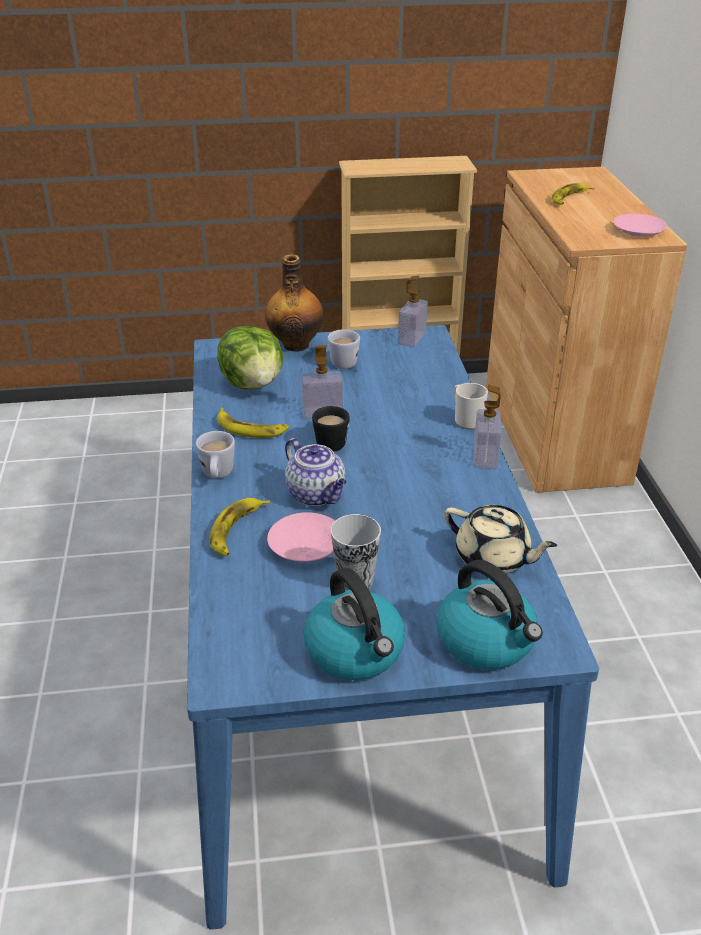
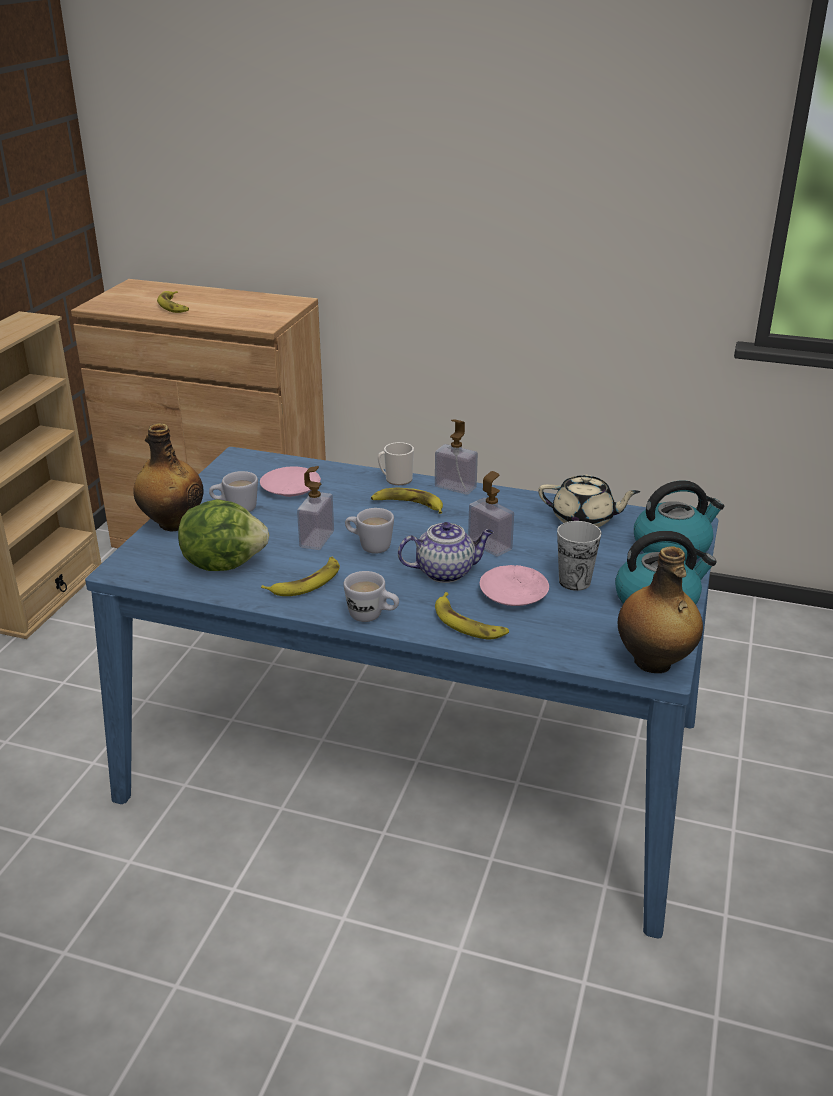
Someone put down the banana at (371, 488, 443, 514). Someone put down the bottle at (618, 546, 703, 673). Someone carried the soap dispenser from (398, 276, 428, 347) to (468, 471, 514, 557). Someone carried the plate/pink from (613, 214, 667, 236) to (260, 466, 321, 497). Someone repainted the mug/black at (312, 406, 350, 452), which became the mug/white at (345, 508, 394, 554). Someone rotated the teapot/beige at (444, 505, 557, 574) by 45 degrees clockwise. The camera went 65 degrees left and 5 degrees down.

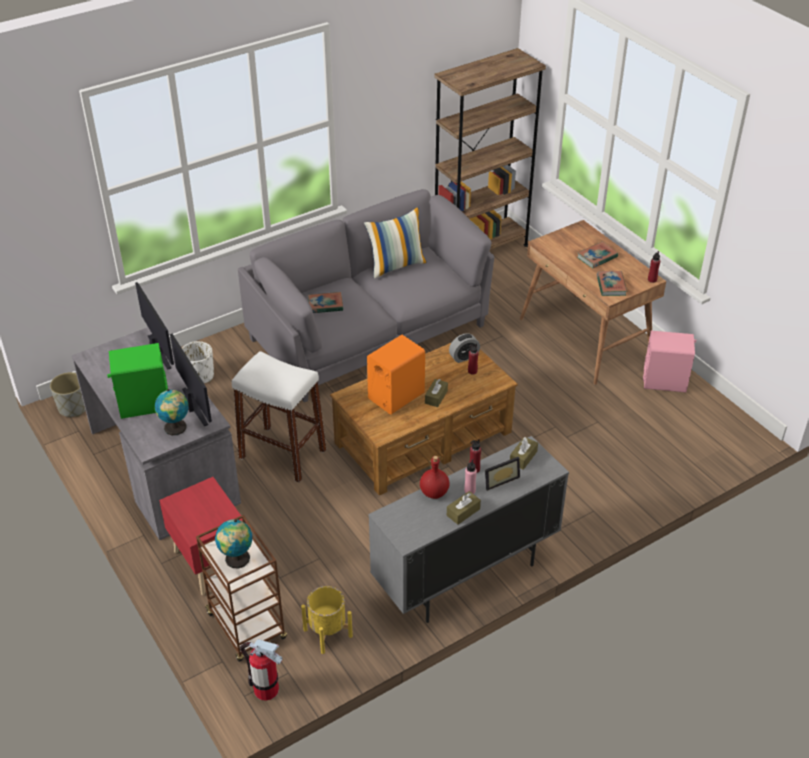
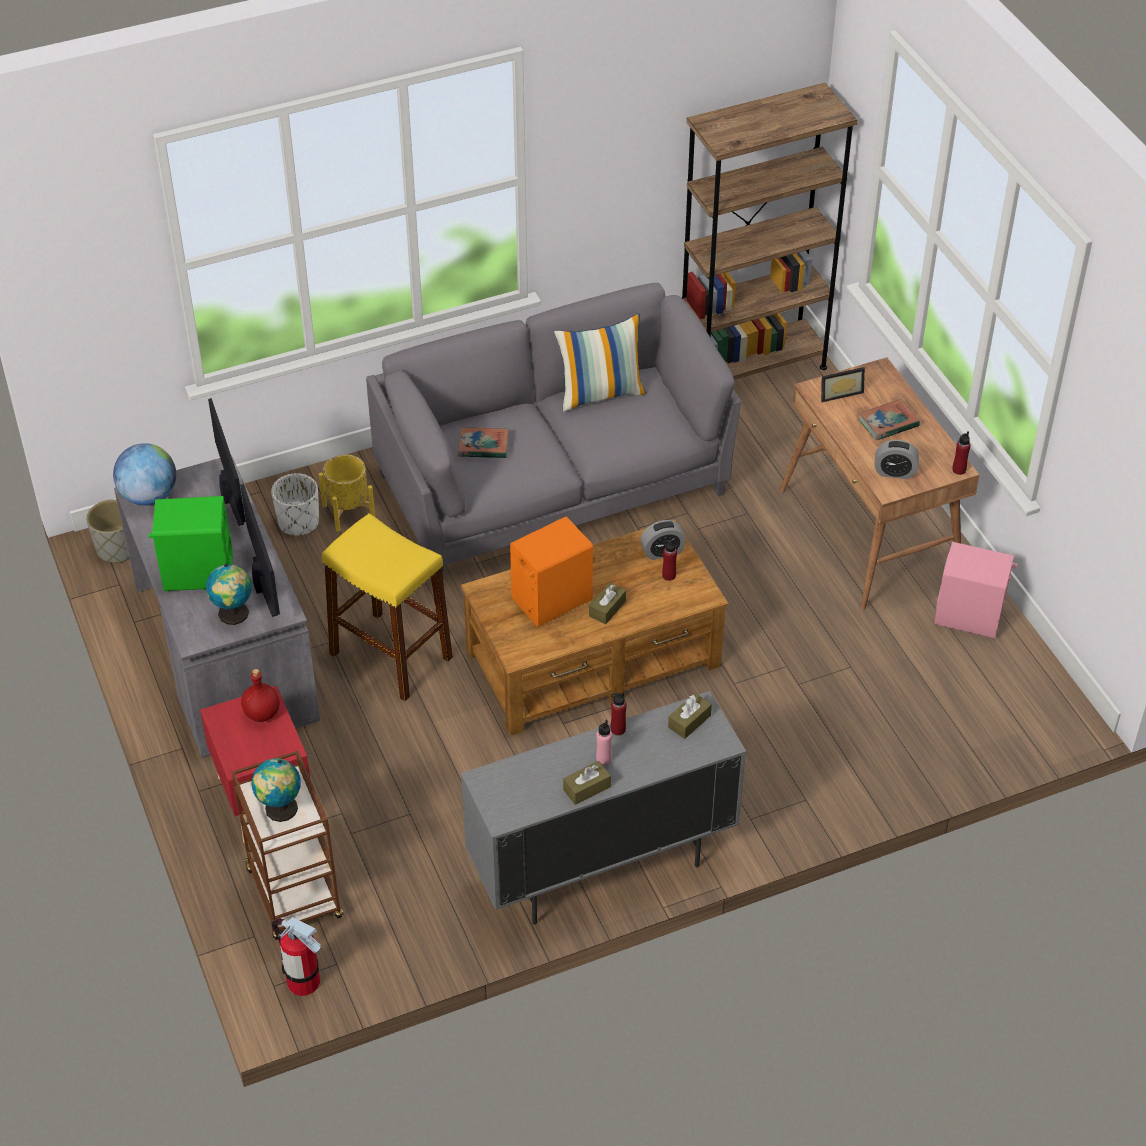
Someone put down the globe at (113, 443, 176, 505). Someone carried the planter/yellow from (301, 586, 353, 654) to (319, 454, 375, 532). Someone carried the bottle/red from (420, 456, 449, 499) to (241, 669, 280, 722). Someone carried the picture frame from (485, 457, 520, 491) to (821, 367, 865, 402). Someone swapped the book at (596, 271, 627, 296) for the alarm clock at (875, 440, 919, 479). Someone repainted the stool/white at (232, 351, 326, 482), which became the stool/yellow at (322, 513, 453, 701). The camera went 10 degrees right and 5 degrees up.

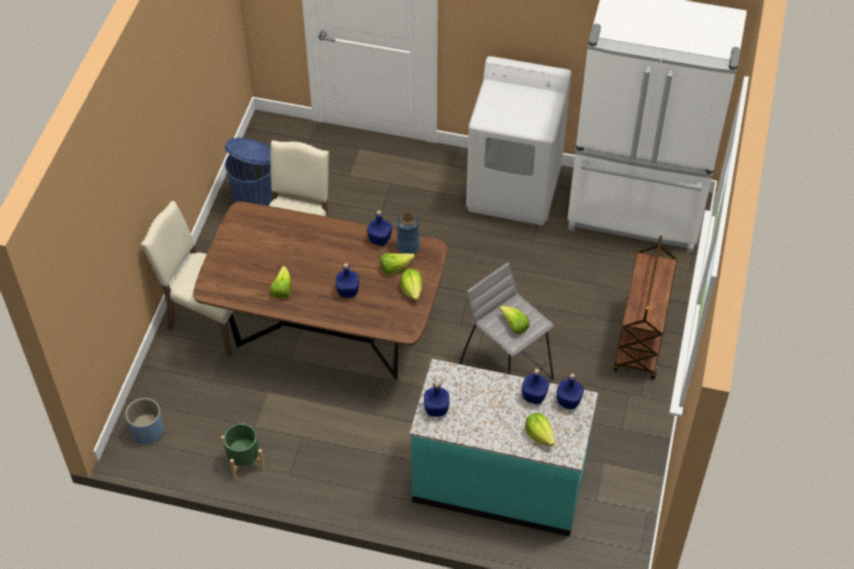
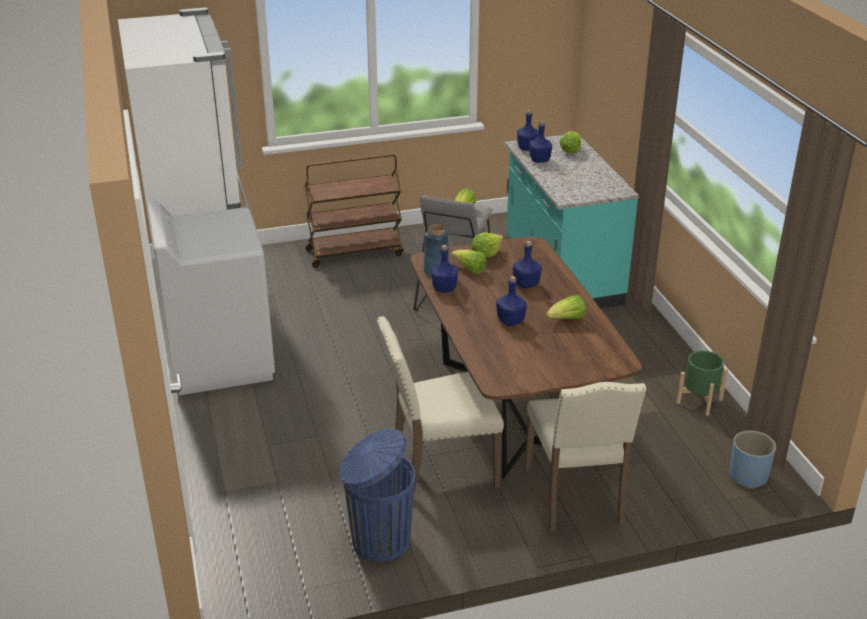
Someone carried the bottle/blue from (424, 382, 449, 417) to (496, 276, 527, 326). The camera went 120 degrees left and 20 degrees down.

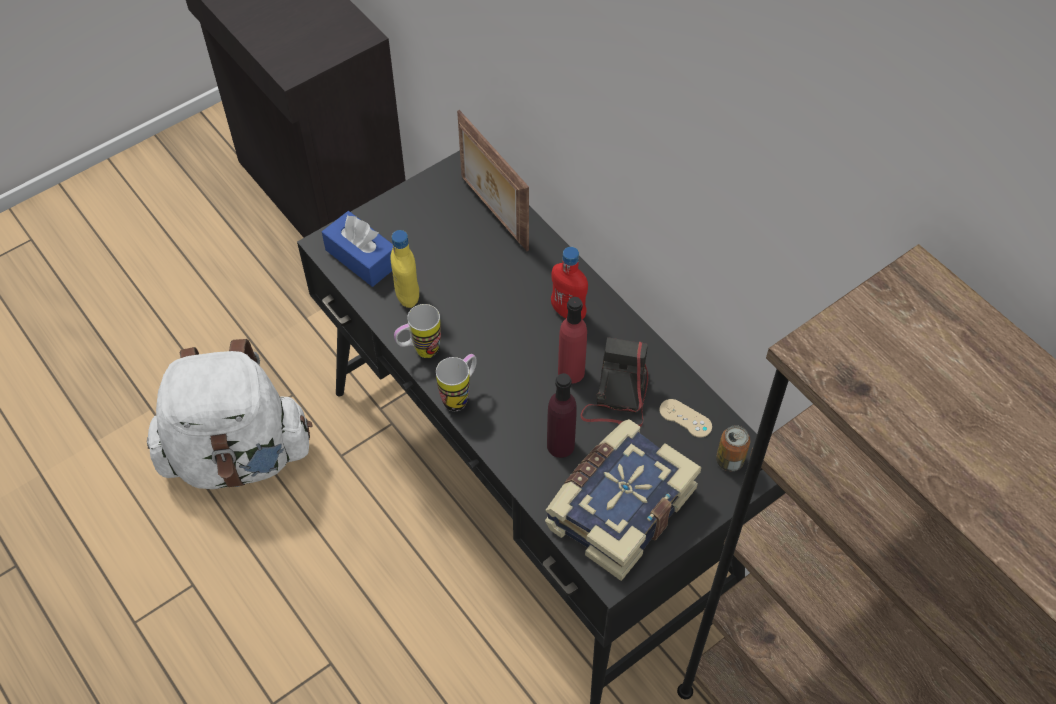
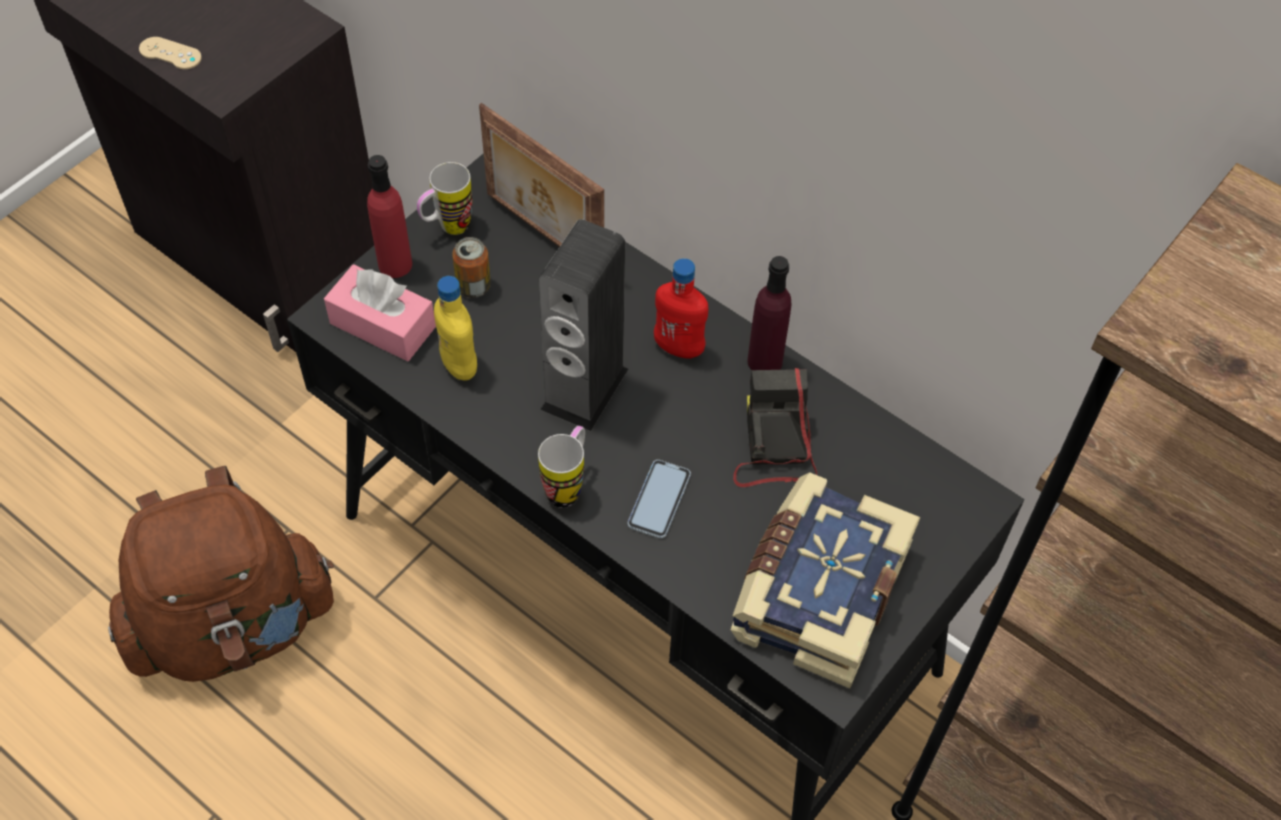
Someone put down the speaker at (539, 219, 628, 431). Someone put down the phone at (628, 460, 691, 538). Someone carried the mug from (394, 304, 441, 358) to (417, 162, 472, 235). Someone carried the bottle/purple from (547, 373, 577, 458) to (747, 256, 792, 370). Someone carried the bottle/red from (558, 297, 587, 384) to (367, 155, 412, 278). Someone carried the game controller/beige from (659, 399, 712, 438) to (139, 37, 202, 69). Someone carried the can from (716, 425, 750, 471) to (452, 237, 491, 298). Someone repainted the backpack/white at (147, 339, 312, 489), which became the backpack/brown at (108, 466, 334, 682). Someone repainted the tissue box/blue at (322, 211, 393, 287), which became the tissue box/pink at (324, 264, 436, 361). The camera went 15 degrees left and 0 degrees up.

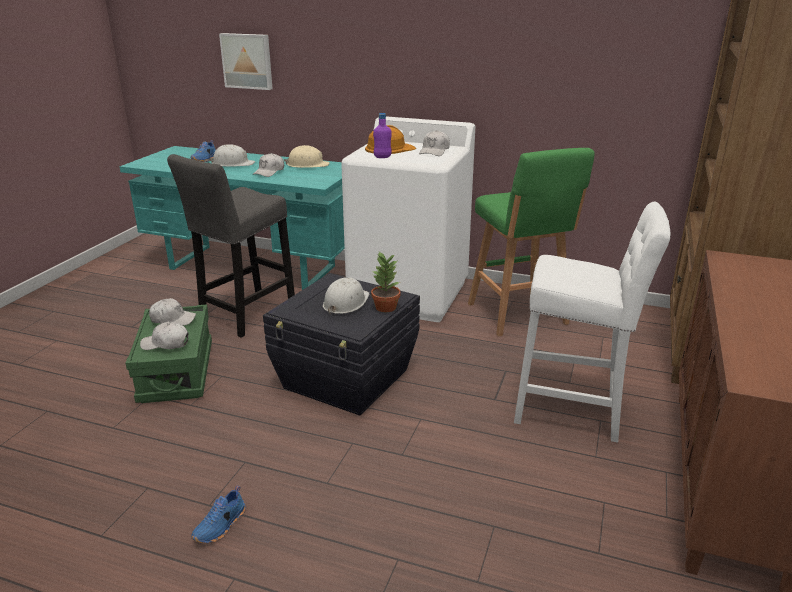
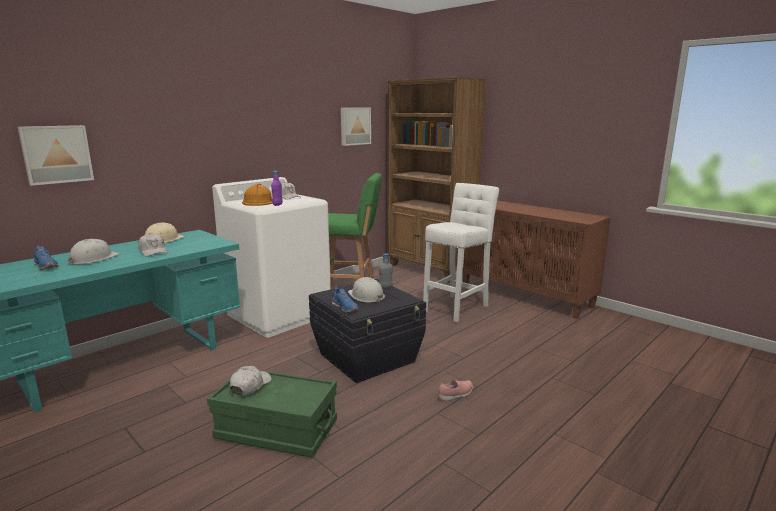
Someone took away the cap/white at (140, 322, 189, 350). Someone took away the stool/grey at (167, 154, 295, 338). Someone put up the picture at (341, 108, 371, 146). Someone put down the shoe/pink at (439, 380, 473, 401). Someone carried the shoe/blue from (192, 486, 246, 544) to (332, 286, 359, 313). Someone swapped the potted plant at (371, 252, 401, 312) for the bottle/grey at (379, 253, 393, 289). The camera went 65 degrees left and 10 degrees down.

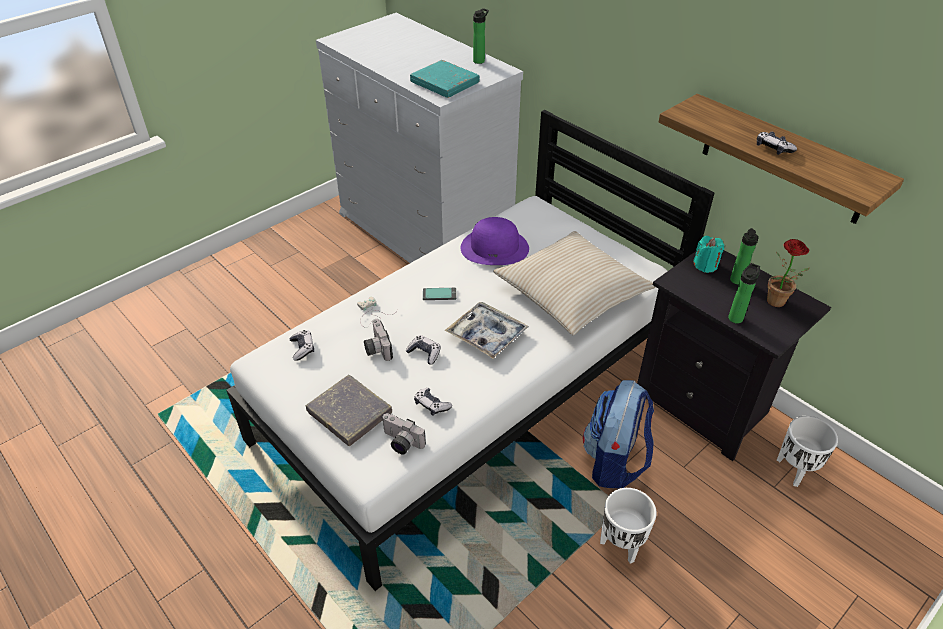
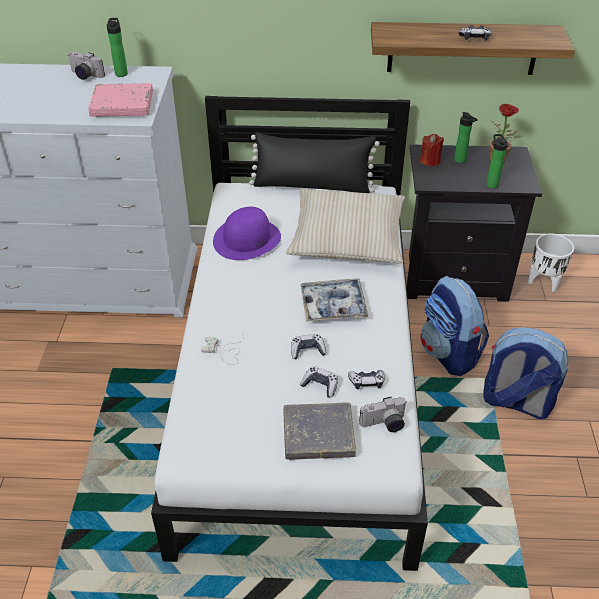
Someone took away the phone at (423, 288, 456, 300). Someone put down the pillow/black at (249, 132, 380, 193). Someone carried the game controller from (290, 330, 314, 361) to (300, 366, 338, 398). Someone carried the photo camera from (364, 319, 393, 361) to (68, 52, 105, 80). Someone swapped the planter/white at (600, 488, 657, 564) for the backpack at (483, 327, 569, 419). Someone repainted the book/turquoise at (410, 60, 480, 98), which became the book/pink at (88, 83, 153, 117). Someone repainted the candle/turquoise at (693, 236, 725, 273), which became the candle/red at (420, 134, 444, 166). The camera went 45 degrees left and 0 degrees up.

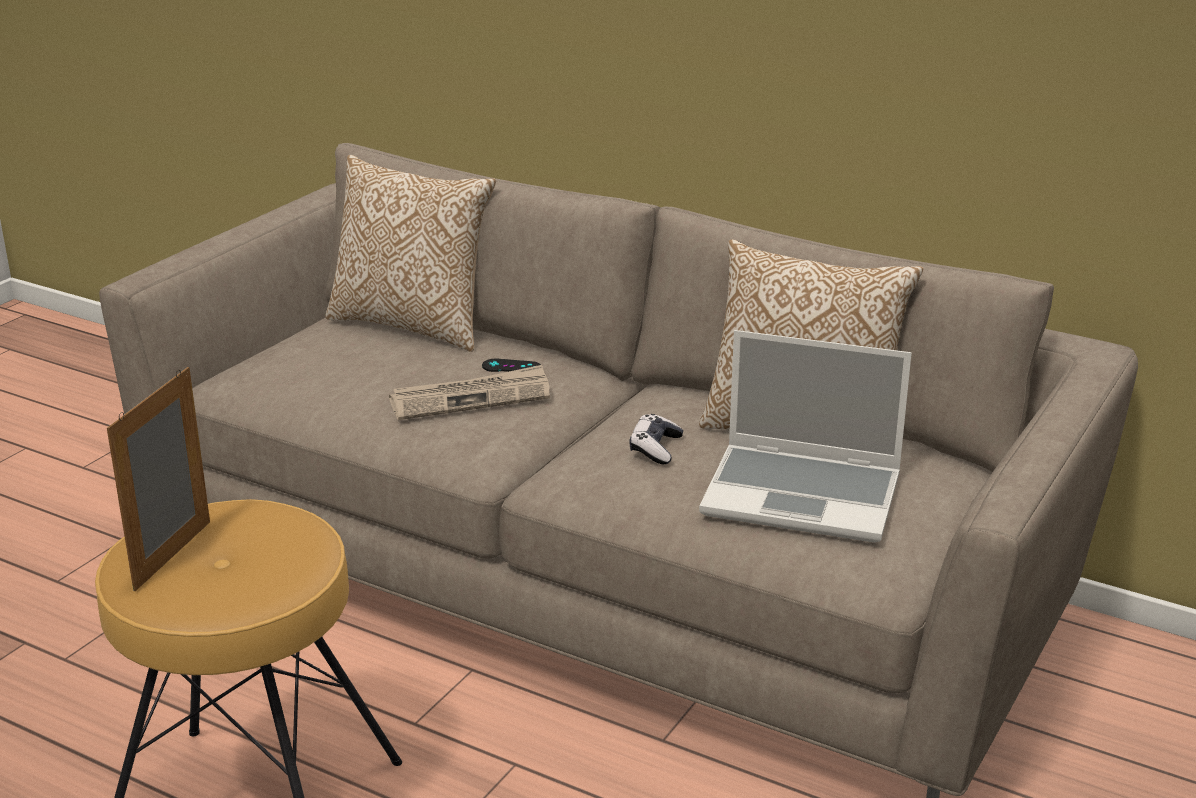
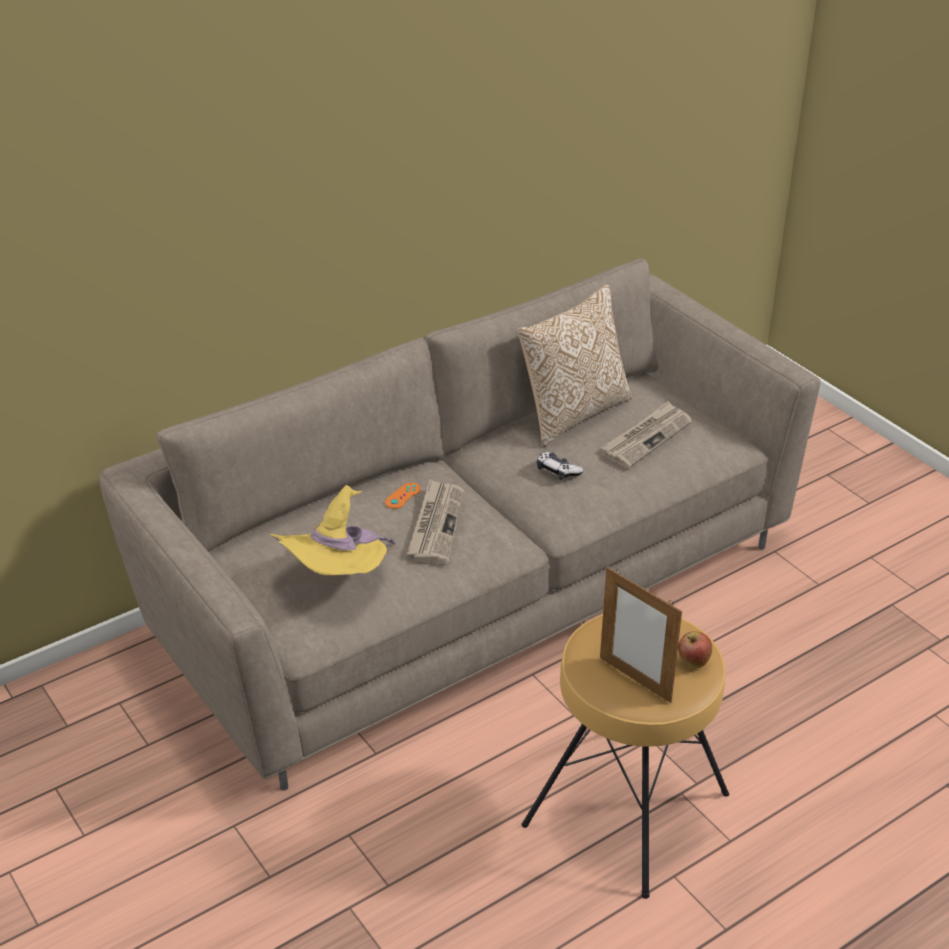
Someone took away the pillow at (325, 155, 496, 352). Someone put down the hat/yellow at (269, 485, 396, 575). Someone put down the apple at (678, 631, 712, 668). Someone swapped the laptop at (699, 330, 912, 543) for the newspaper at (601, 401, 692, 469). Someone repainted the game controller/black at (482, 359, 541, 372), which became the game controller/orange at (385, 483, 421, 509). The camera went 65 degrees left and 10 degrees up.

